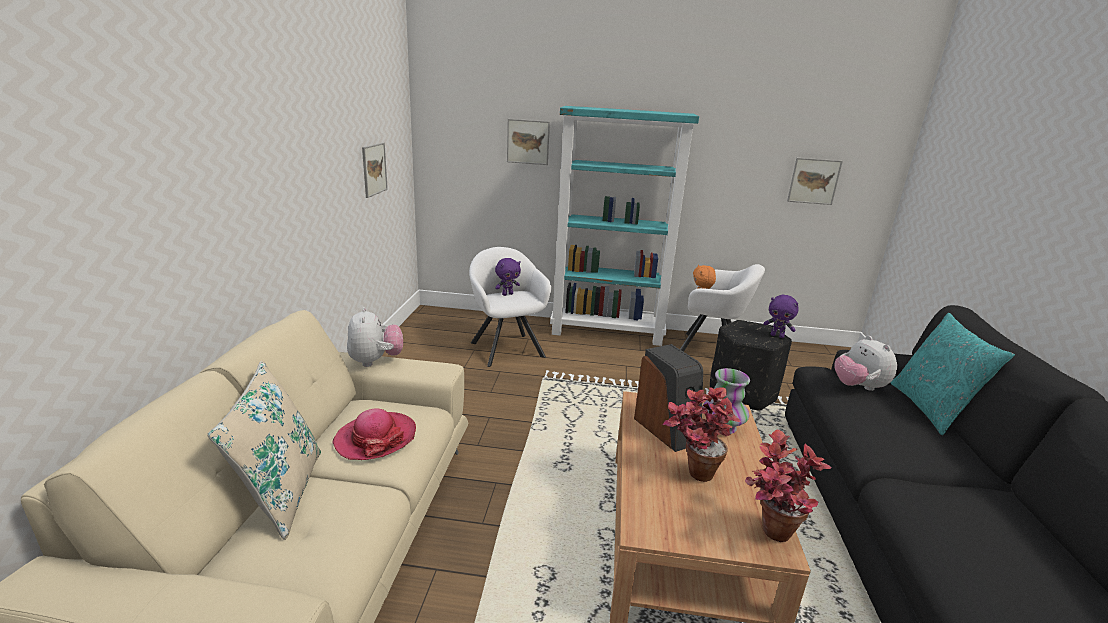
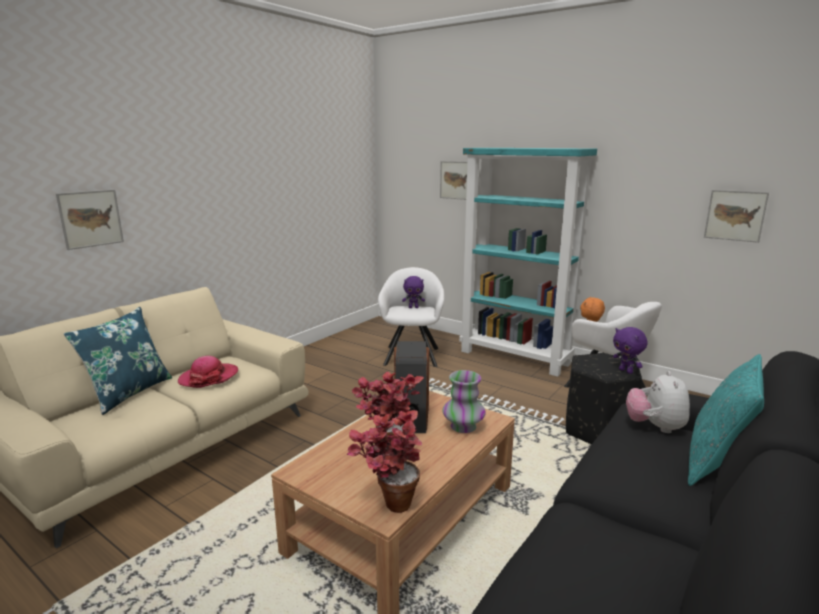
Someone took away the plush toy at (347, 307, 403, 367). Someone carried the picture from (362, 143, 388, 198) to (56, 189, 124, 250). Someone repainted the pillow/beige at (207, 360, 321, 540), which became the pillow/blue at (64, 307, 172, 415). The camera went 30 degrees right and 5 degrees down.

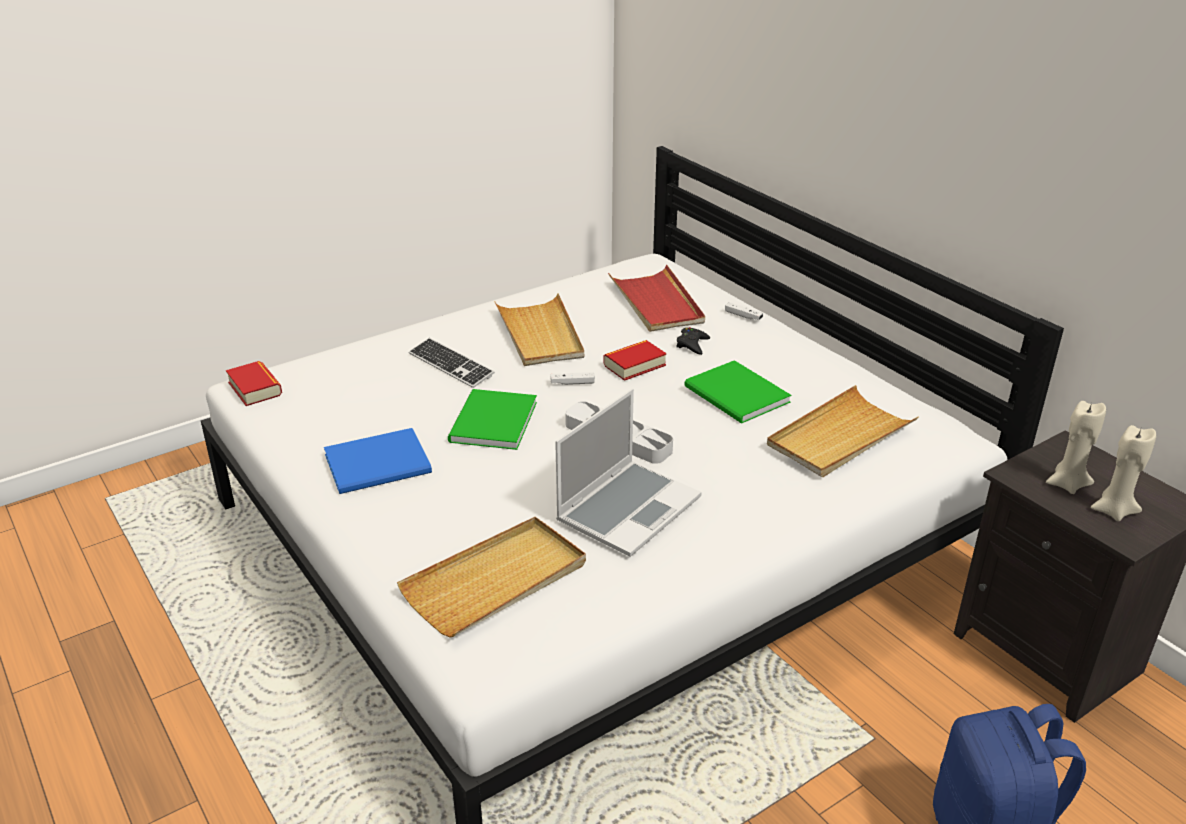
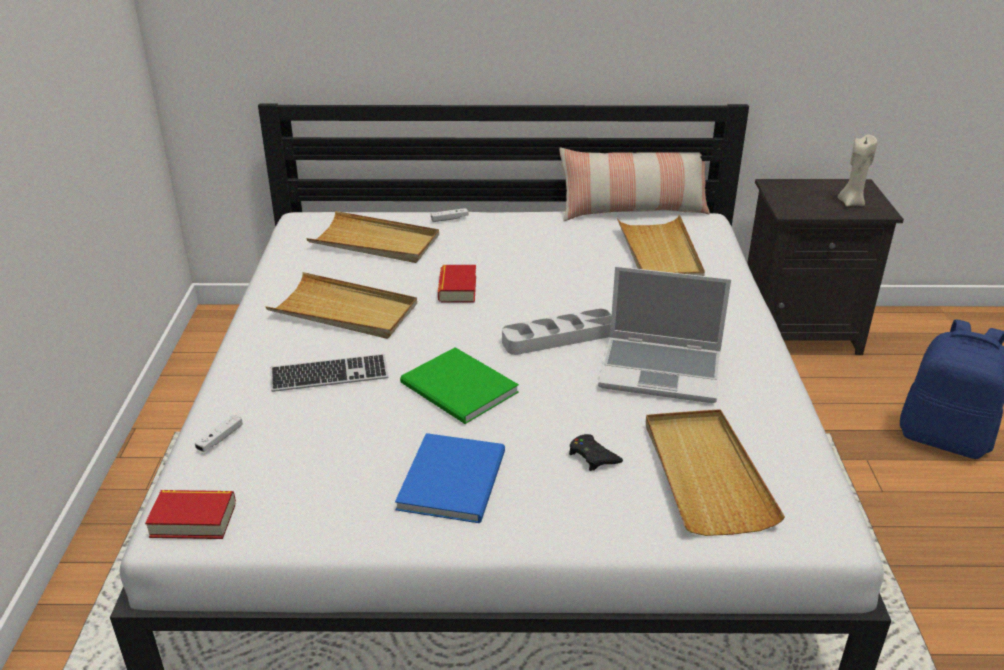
Someone took away the book/green at (685, 360, 791, 424). Someone took away the candle/beige at (1046, 401, 1106, 494). Someone put down the pillow at (559, 148, 710, 221). Someone carried the game controller/white from (550, 372, 595, 385) to (195, 415, 243, 452). Someone carried the game controller/black from (676, 327, 710, 355) to (569, 434, 623, 471). Someone repainted the tray/red at (608, 265, 705, 332), which became the tray/beige at (306, 211, 439, 263). Someone rotated the laptop at (555, 389, 701, 557) by 120 degrees clockwise. The camera went 55 degrees left and 0 degrees up.

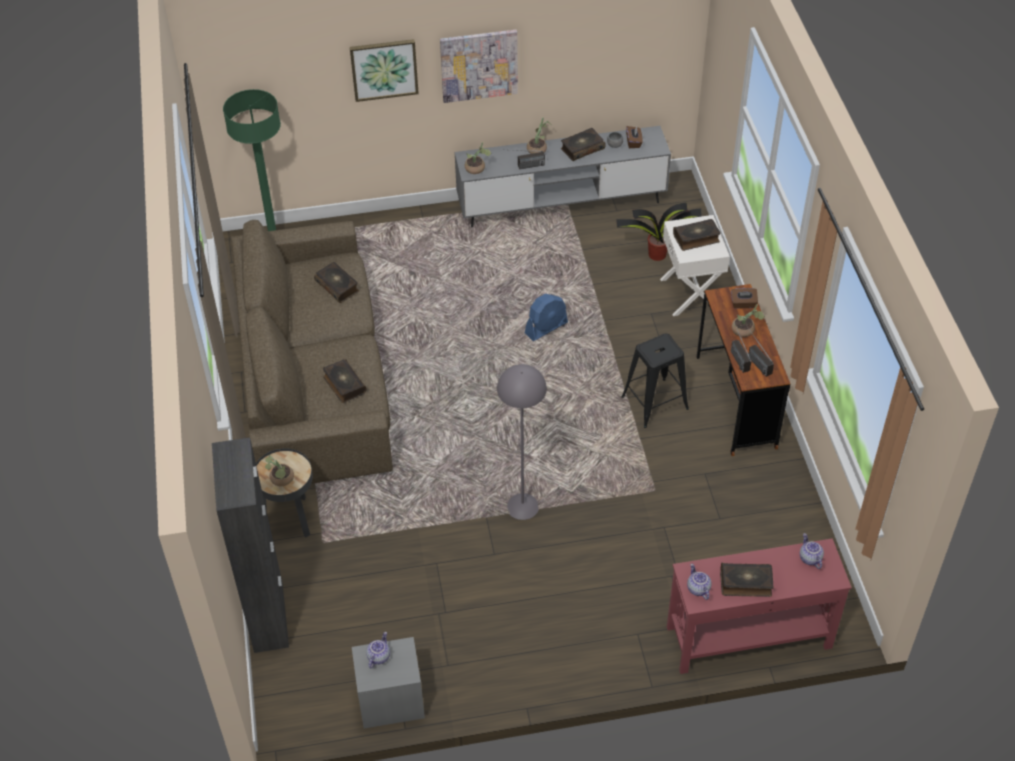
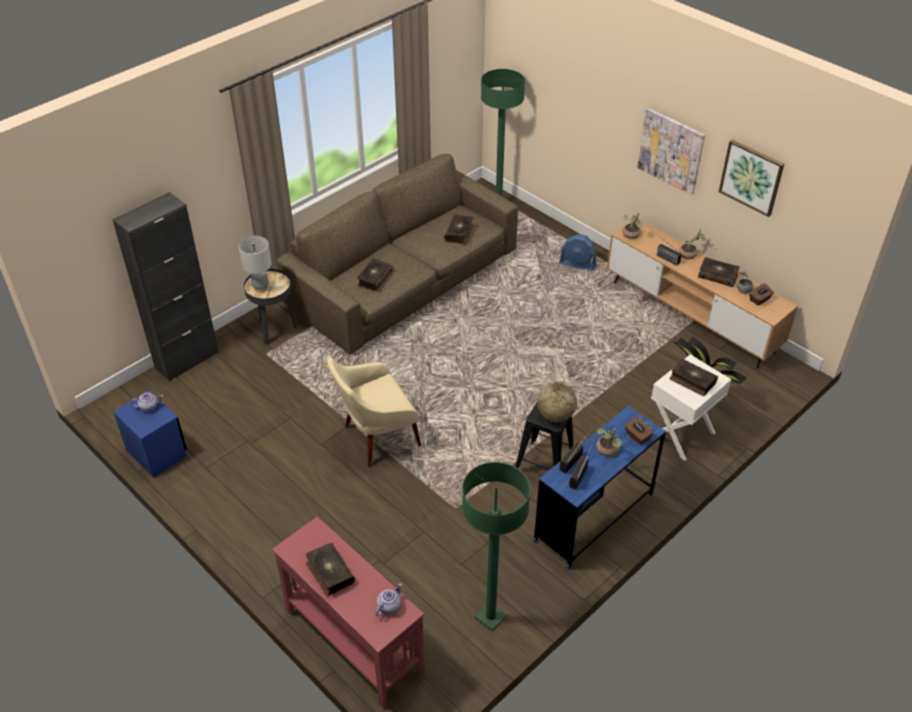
Someone took away the teapot at (687, 564, 711, 600). Someone put down the floor lamp/green at (462, 462, 530, 631). Someone put down the globe at (537, 382, 577, 422). Someone carried the picture from (350, 39, 419, 102) to (719, 140, 784, 217). Someone carried the fan/blue from (525, 294, 568, 341) to (559, 234, 597, 271). Someone swapped the potted plant at (265, 455, 294, 486) for the table lamp/grey at (239, 236, 272, 292). Someone swapped the floor lamp/grey at (497, 364, 547, 520) for the armchair/beige at (327, 358, 421, 467). Someone repainted the nightstand/grey at (352, 637, 425, 728), which became the nightstand/blue at (113, 390, 187, 478). Someone repainted the tv stand/grey at (455, 126, 671, 227), which became the tv stand/brown at (607, 219, 798, 369). Someone repainted the desk/brown at (697, 284, 790, 456), which became the desk/blue at (533, 406, 666, 569). The camera went 55 degrees right and 5 degrees down.

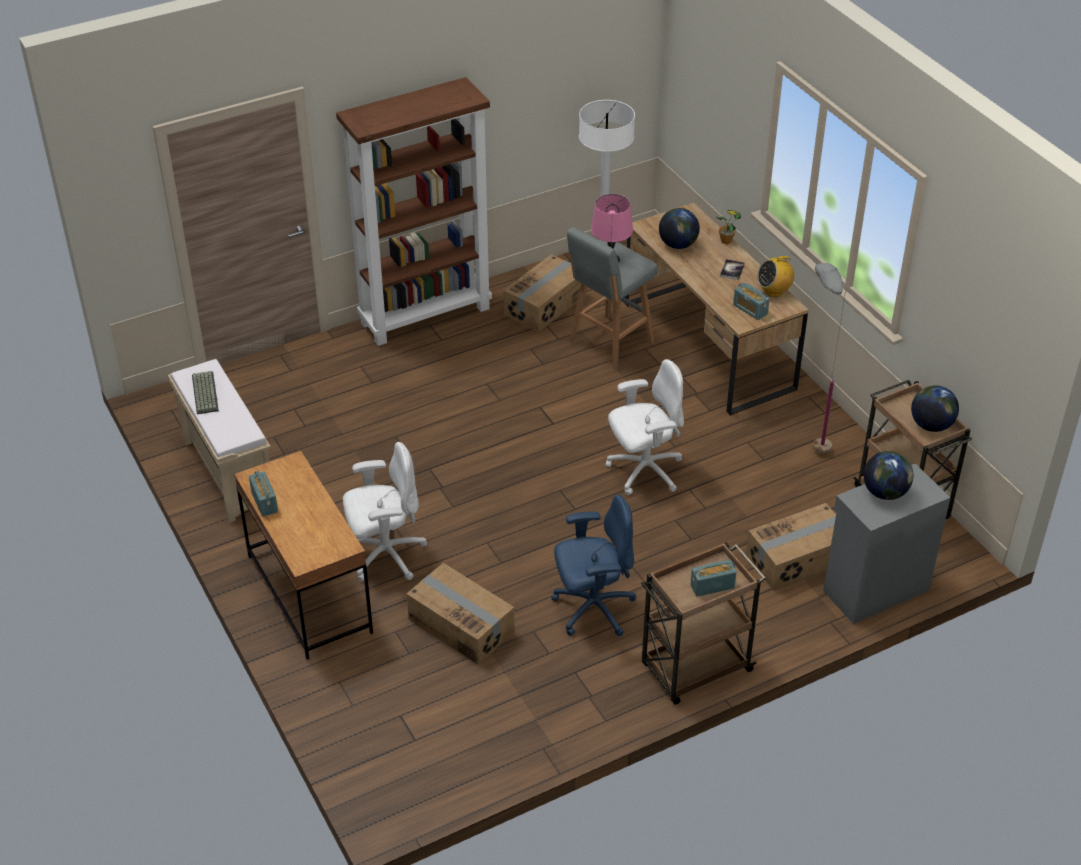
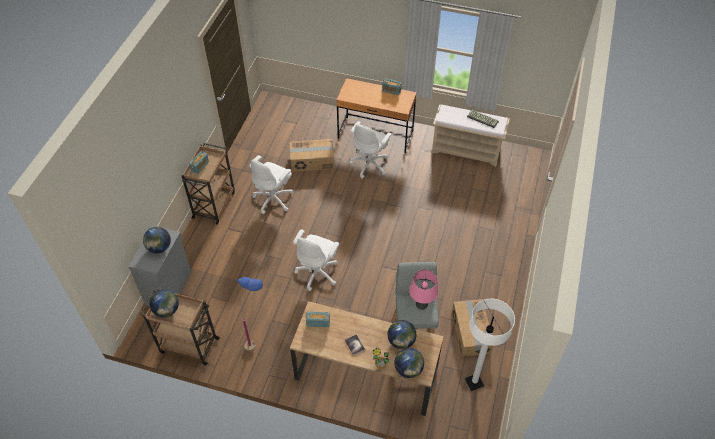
Someone took away the bookcase/brown at (336, 77, 492, 346). Someone took away the cardboard box at (746, 503, 836, 591). Someone took away the radio at (757, 254, 794, 297). Someone put down the globe at (395, 348, 424, 378). Someone repainted the office chair/blue at (552, 495, 636, 636), which became the office chair/white at (249, 155, 293, 214). Someone repainted the floor lamp/grey at (813, 263, 846, 453), which became the floor lamp/blue at (235, 277, 263, 351). The camera went 135 degrees right and 10 degrees up.

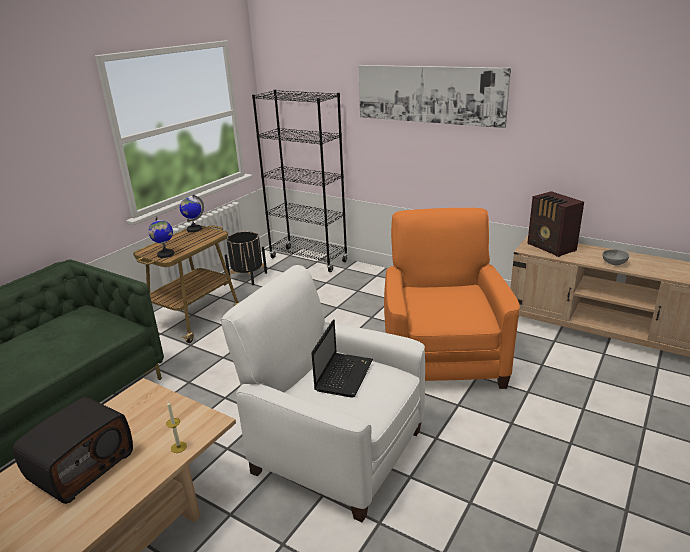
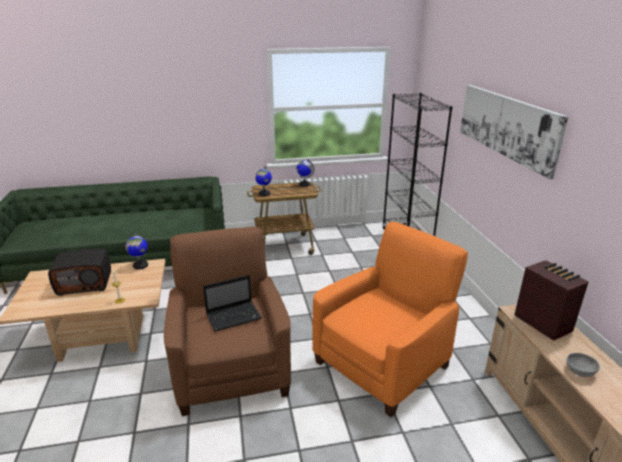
Someone took away the planter/black at (225, 231, 267, 285). Someone put down the globe at (126, 233, 148, 270). Someone repainted the armchair/white at (221, 265, 425, 522), which became the armchair/brown at (164, 227, 291, 416). Someone rotated the radio at (527, 191, 584, 257) by 135 degrees clockwise. The camera went 45 degrees right and 0 degrees up.

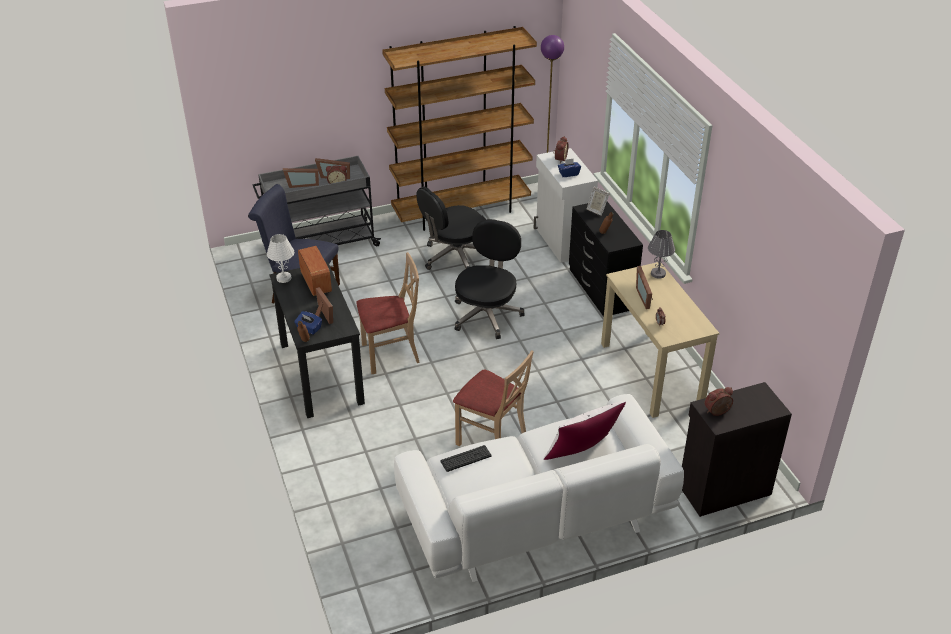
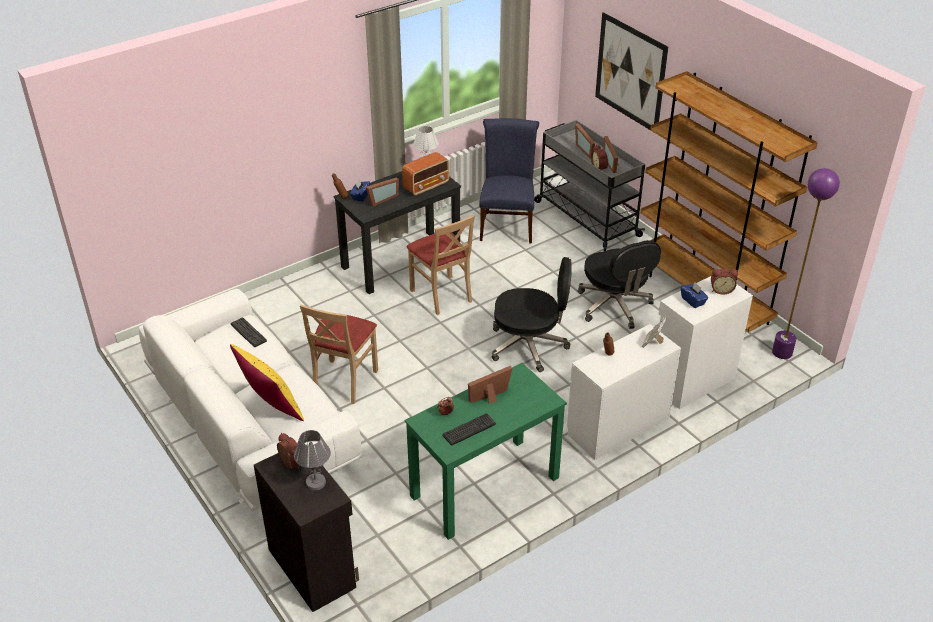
Someone put down the keyboard at (443, 413, 496, 446). Someone put up the picture at (595, 12, 668, 130). Someone carried the table lamp/grey from (648, 230, 675, 279) to (294, 430, 331, 490). Someone repainted the pillow/white at (544, 401, 626, 460), which became the pillow/yellow at (230, 344, 304, 421). Someone repainted the dresser/black at (569, 202, 643, 317), which became the dresser/white at (567, 324, 681, 460). Someone repainted the desk/beige at (601, 262, 719, 418), which became the desk/green at (405, 363, 567, 540). Someone rotated the office chair/black at (416, 186, 486, 270) by 150 degrees counterclockwise. The camera went 75 degrees right and 0 degrees up.

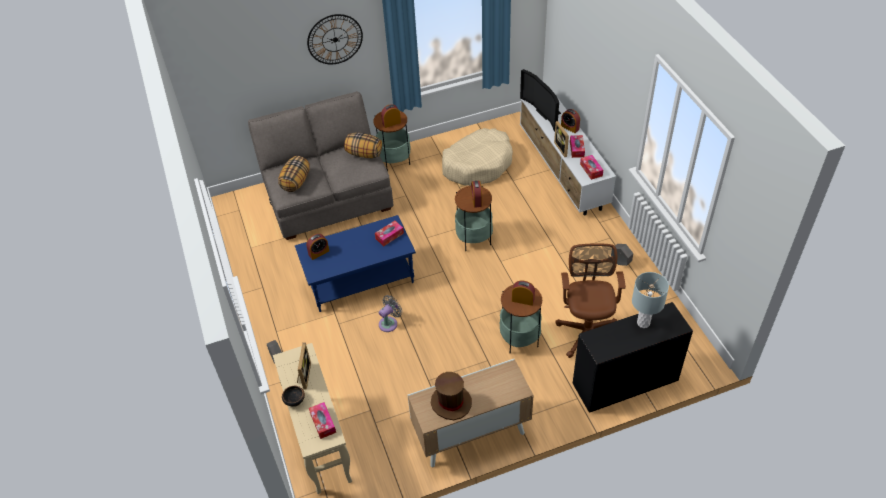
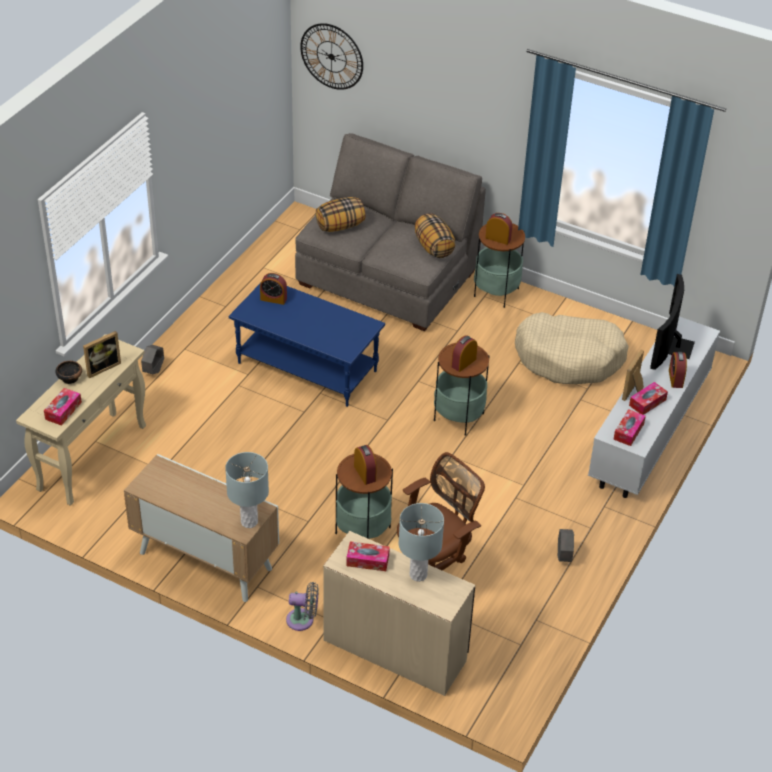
Someone took away the hat/brown at (431, 372, 472, 420). Someone put down the table lamp/grey at (225, 452, 269, 528). Someone carried the wall clock from (307, 14, 363, 64) to (300, 23, 363, 90). Someone carried the tissue box from (375, 221, 404, 246) to (346, 541, 390, 571). Someone carried the fan/grey from (379, 295, 402, 332) to (286, 582, 319, 631). Someone repainted the desk/black at (573, 302, 693, 413), which became the desk/beige at (323, 531, 475, 696). The camera went 45 degrees right and 5 degrees down.

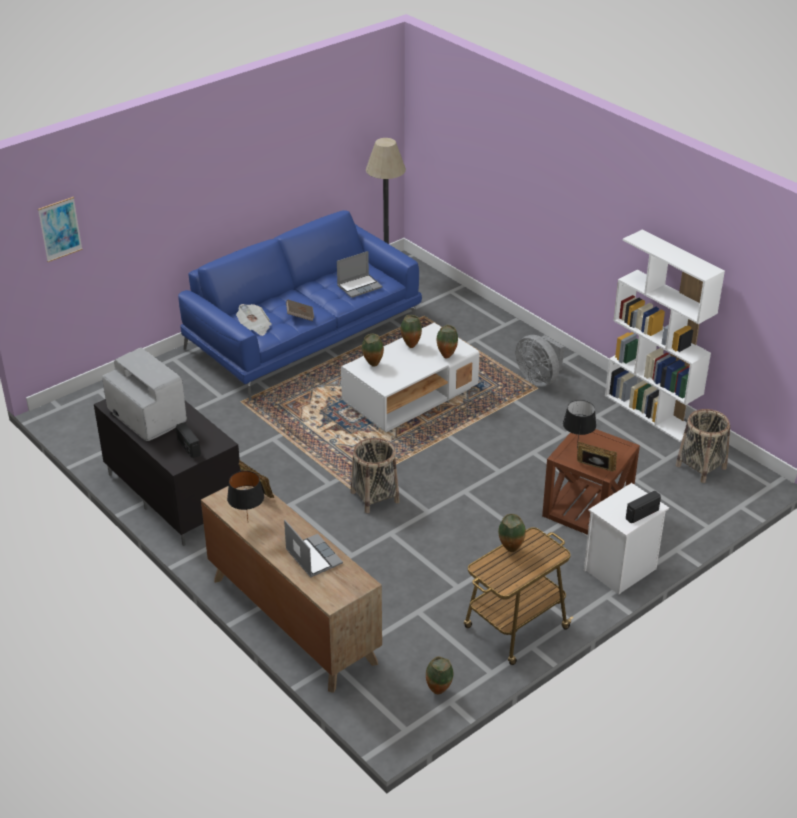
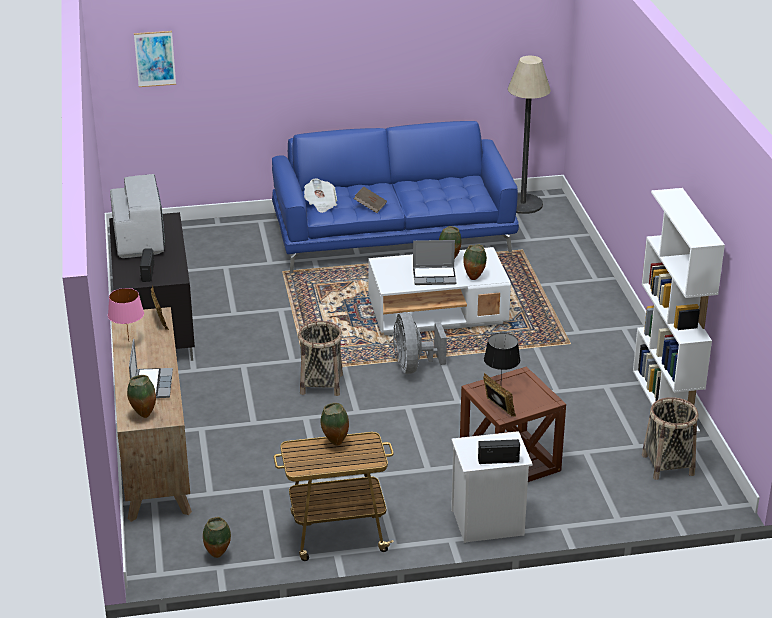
Someone carried the laptop from (337, 251, 382, 298) to (413, 240, 457, 285). Someone carried the vase from (362, 334, 384, 367) to (127, 375, 156, 418). Someone carried the fan/grey from (516, 335, 564, 387) to (393, 312, 447, 374). Someone repainted the table lamp/black at (227, 471, 264, 520), which became the table lamp/pink at (108, 288, 144, 341). The camera went 30 degrees right and 5 degrees down.

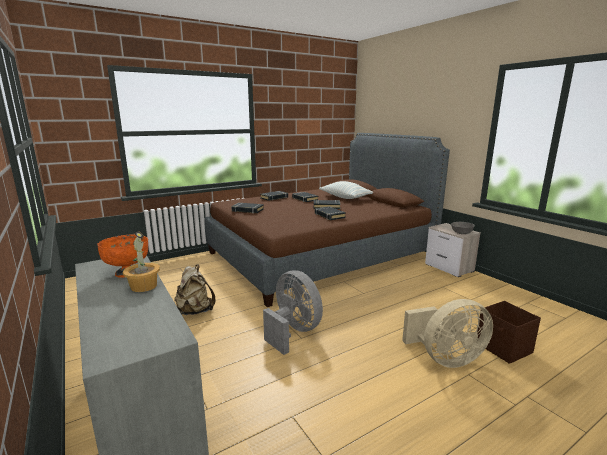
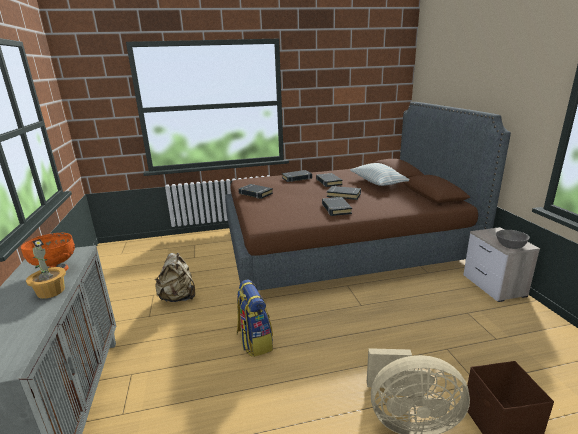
Someone swapped the fan/grey at (263, 270, 323, 355) for the backpack at (237, 279, 273, 357). The camera went 20 degrees right and 5 degrees up.

